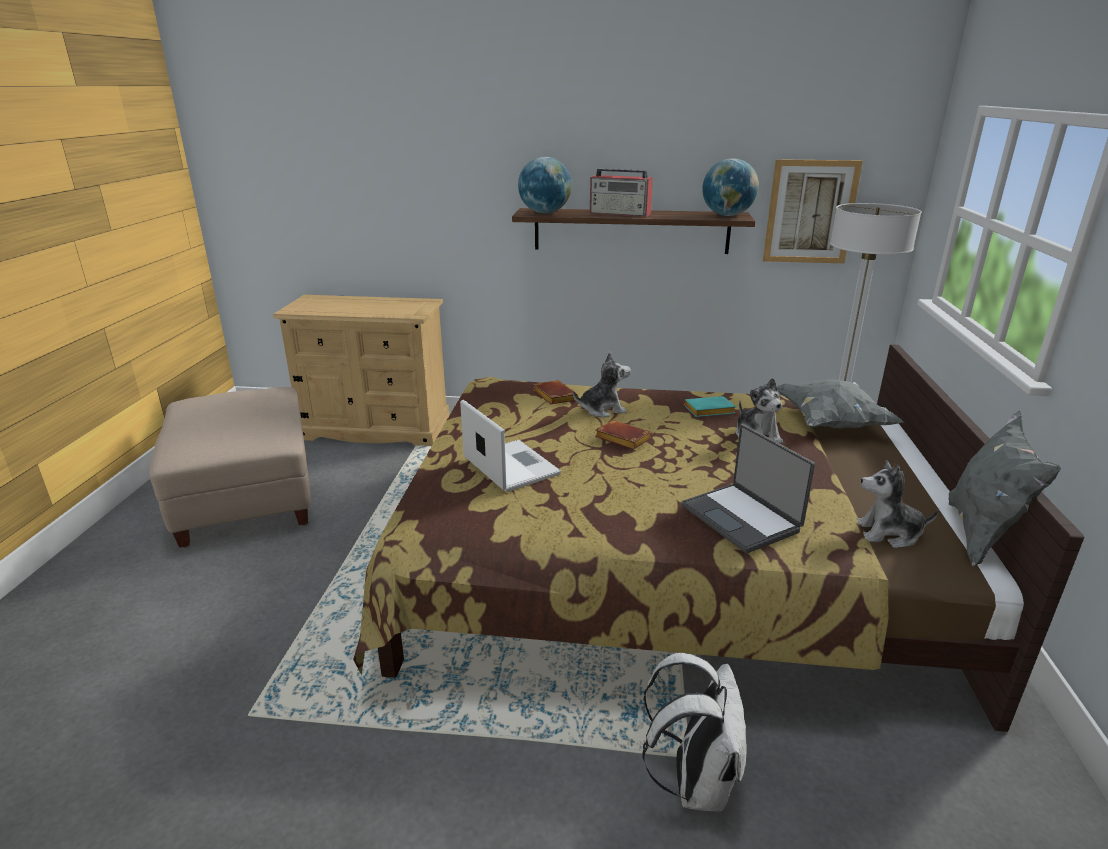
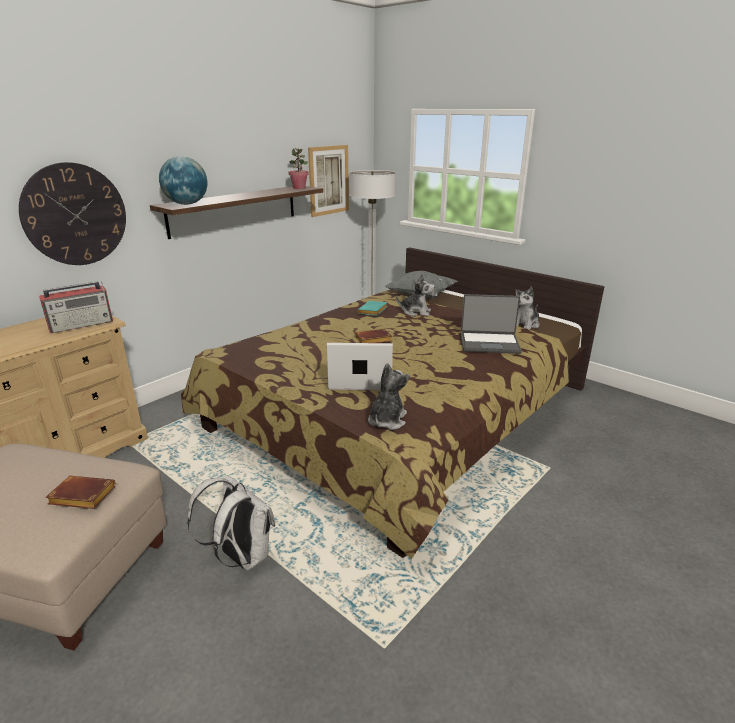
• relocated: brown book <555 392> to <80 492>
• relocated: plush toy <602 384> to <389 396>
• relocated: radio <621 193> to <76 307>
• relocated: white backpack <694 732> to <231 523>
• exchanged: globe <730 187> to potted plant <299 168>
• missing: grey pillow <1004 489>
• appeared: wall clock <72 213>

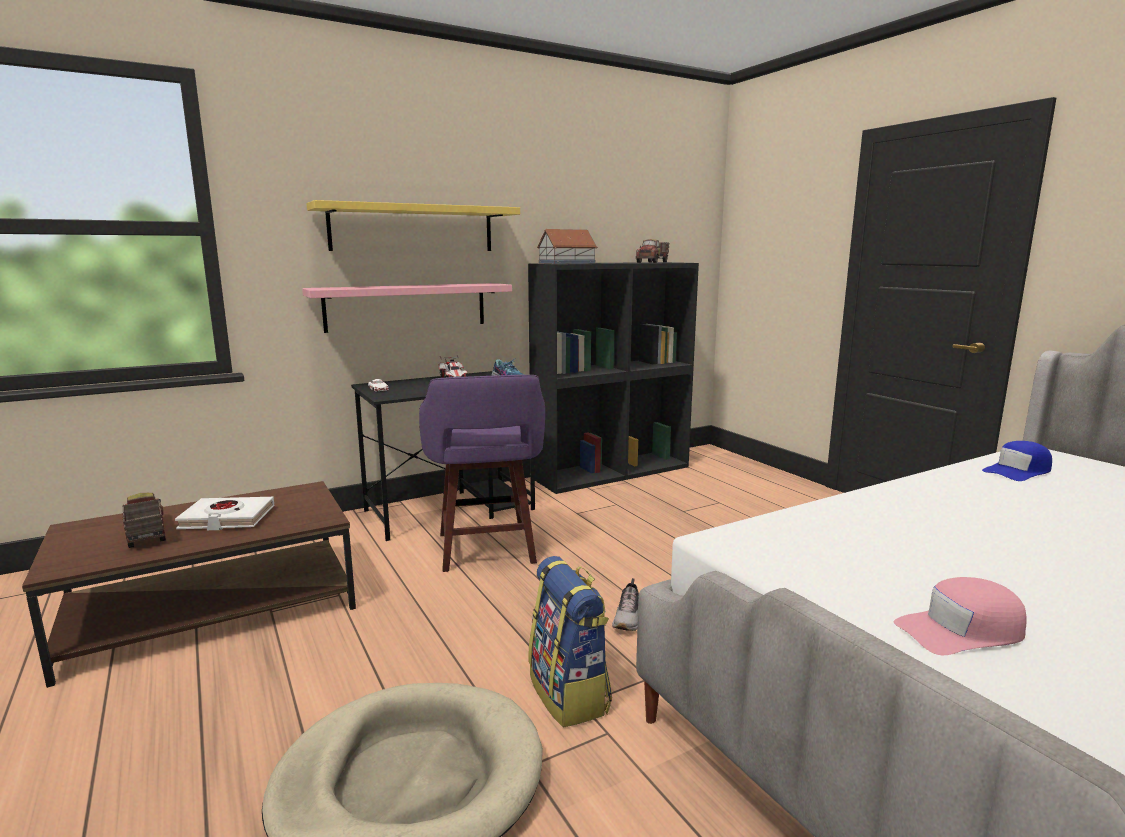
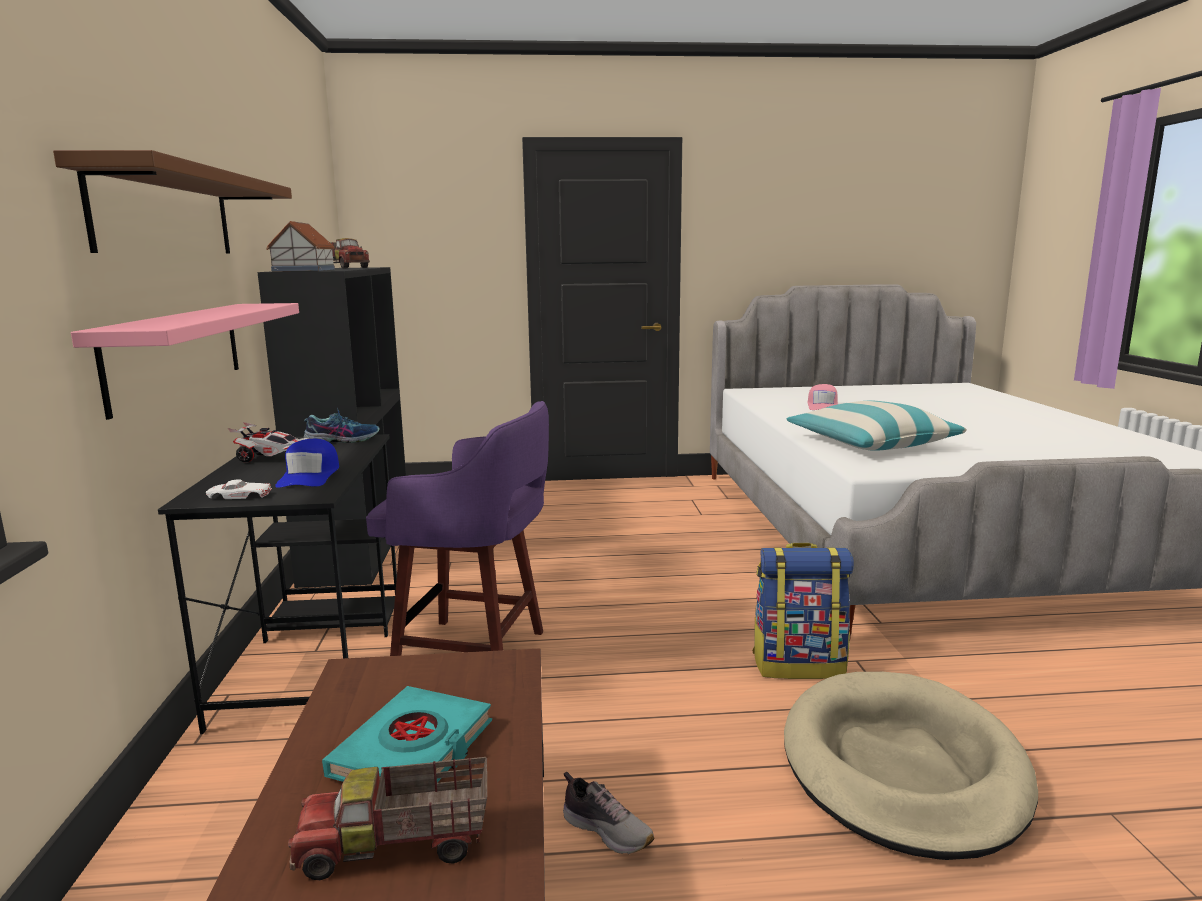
• colour: white book <224 513> to turquoise book <407 734>
• colour: yellow shelf <413 225> to brown shelf <172 201>
• relocated: shoe <625 604> to <608 812>
• relocated: pink cap <960 616> to <822 397>
• relocated: blue cap <1017 461> to <307 463>
• appeared: pillow <876 426>

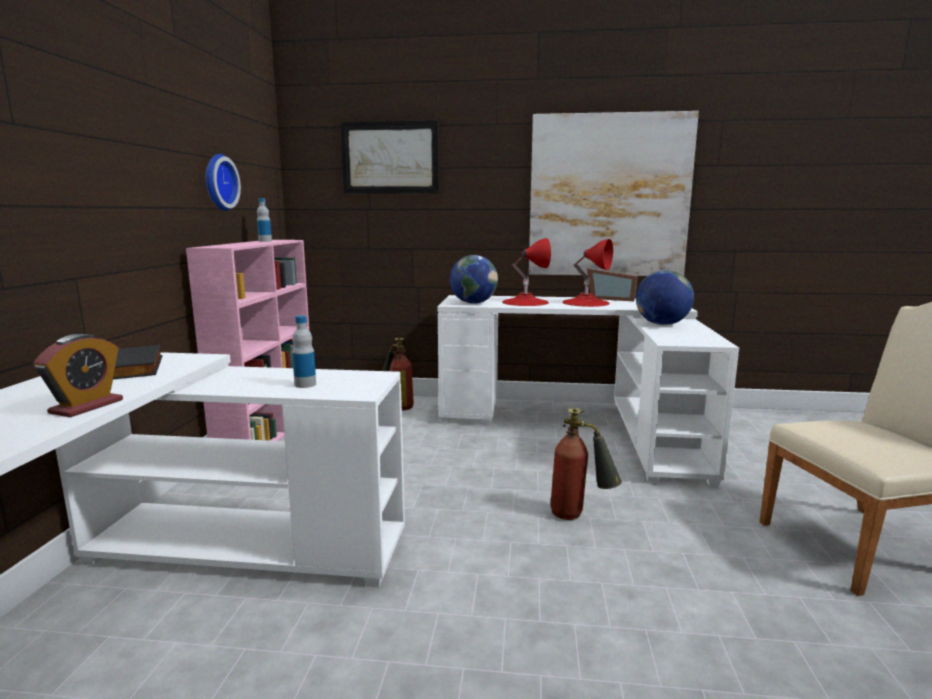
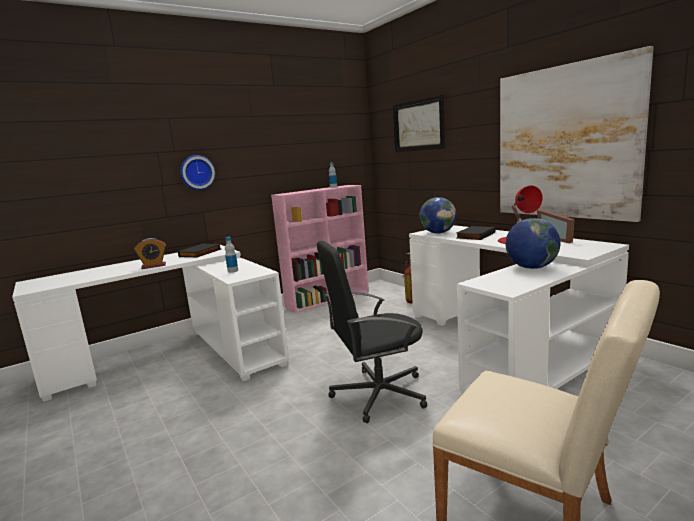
• relocated: wall clock <223 182> to <197 172>
• exchanged: red table lamp <526 272> to black book <476 233>
• exchanged: fire extinguisher <586 464> to black office chair <372 332>

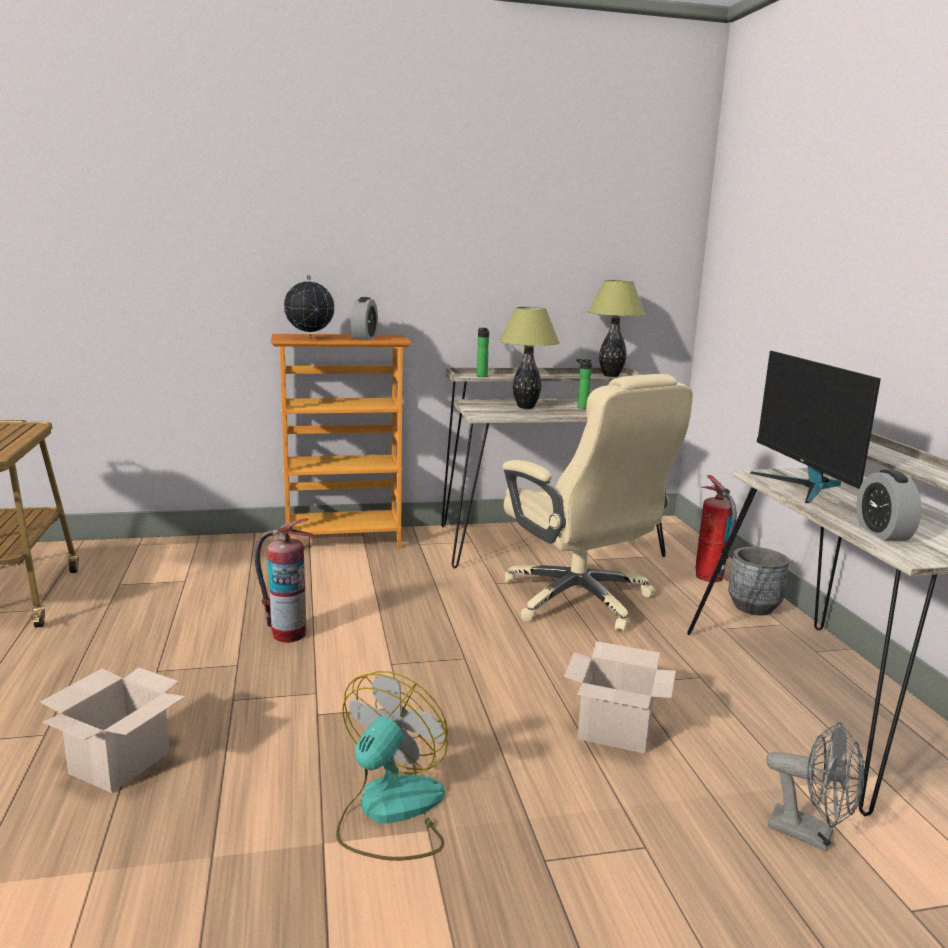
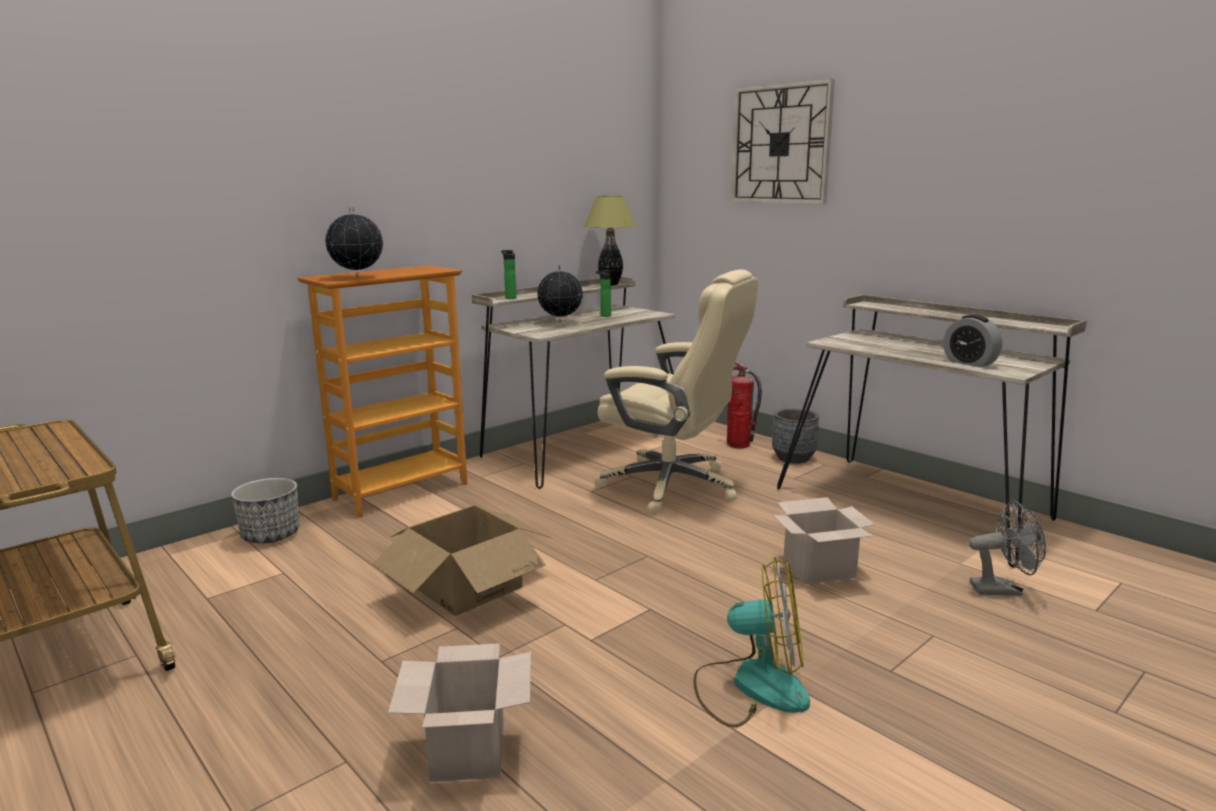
• exchanged: fire extinguisher <285 580> to cardboard box <462 560>
• spun: fan <392 766> = <752 642> 105 degrees clockwise
• missing: alarm clock <364 318>
• exchanged: table lamp <529 358> to globe <560 294>
• missing: monitor <815 427>
• appeared: planter <265 511>
• appeared: wall clock <783 141>

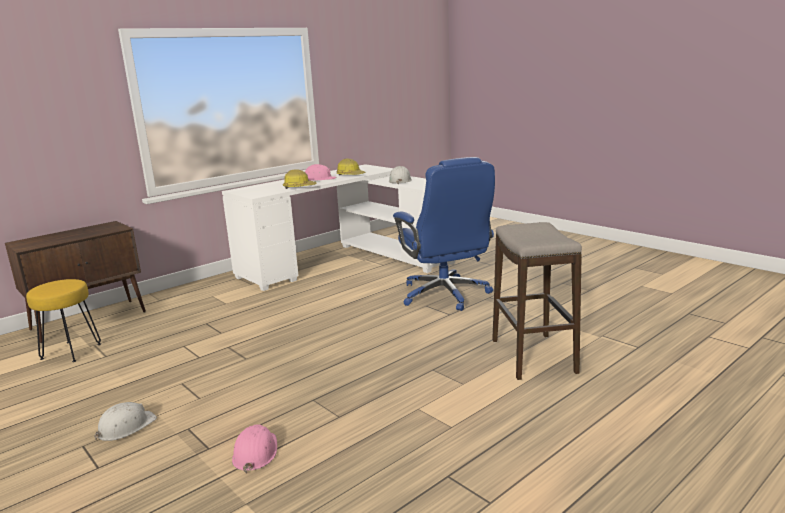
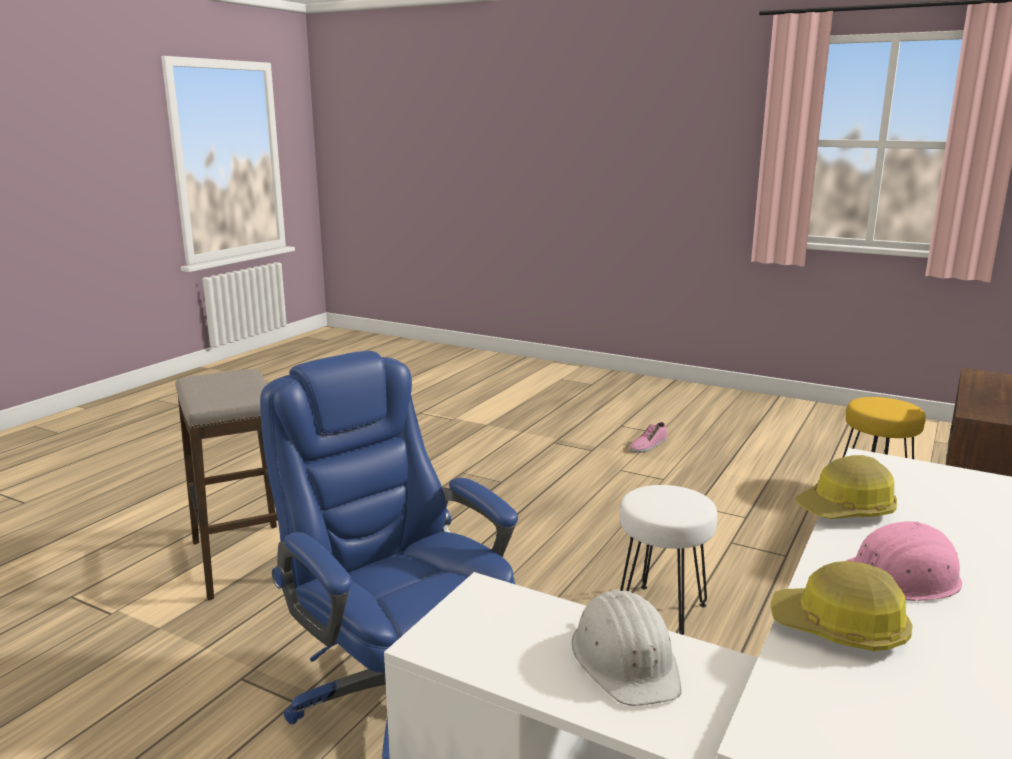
• exchanged: white hard hat <125 421> to shoe <648 437>
• missing: pink hard hat <254 449>
• appeared: white stool <669 560>

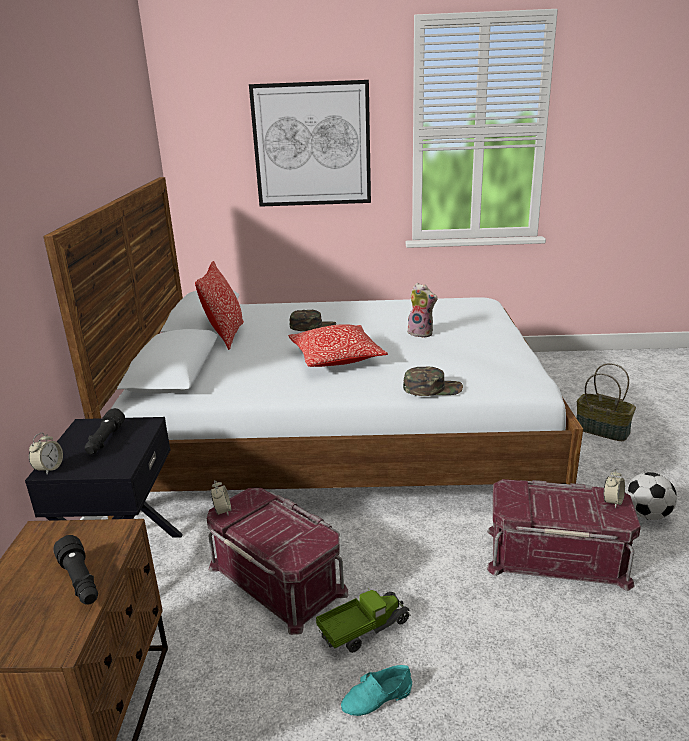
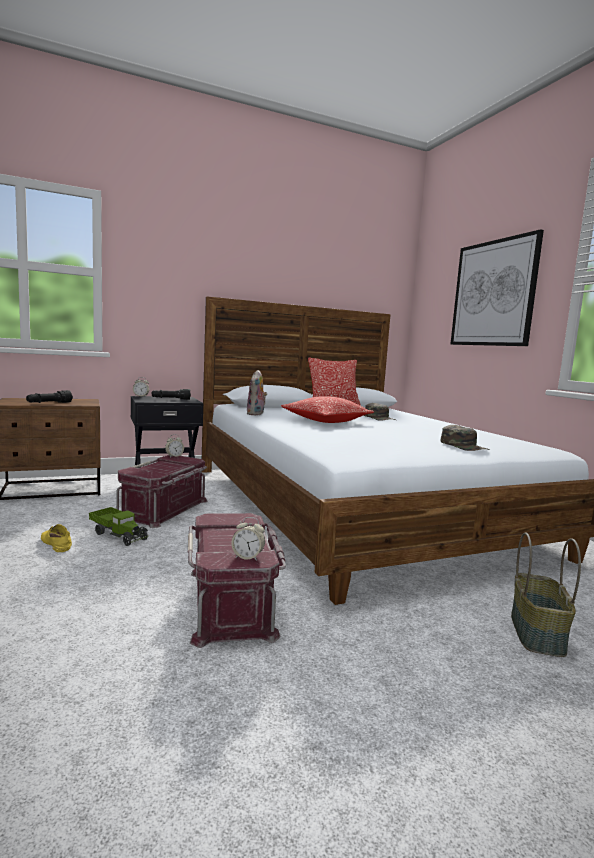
• colour: turquoise shoe <376 690> to yellow shoe <56 538>
• relocated: green cap <433 381> to <465 438>
• relocated: plush toy <422 310> to <256 392>
• missing: football <651 496>

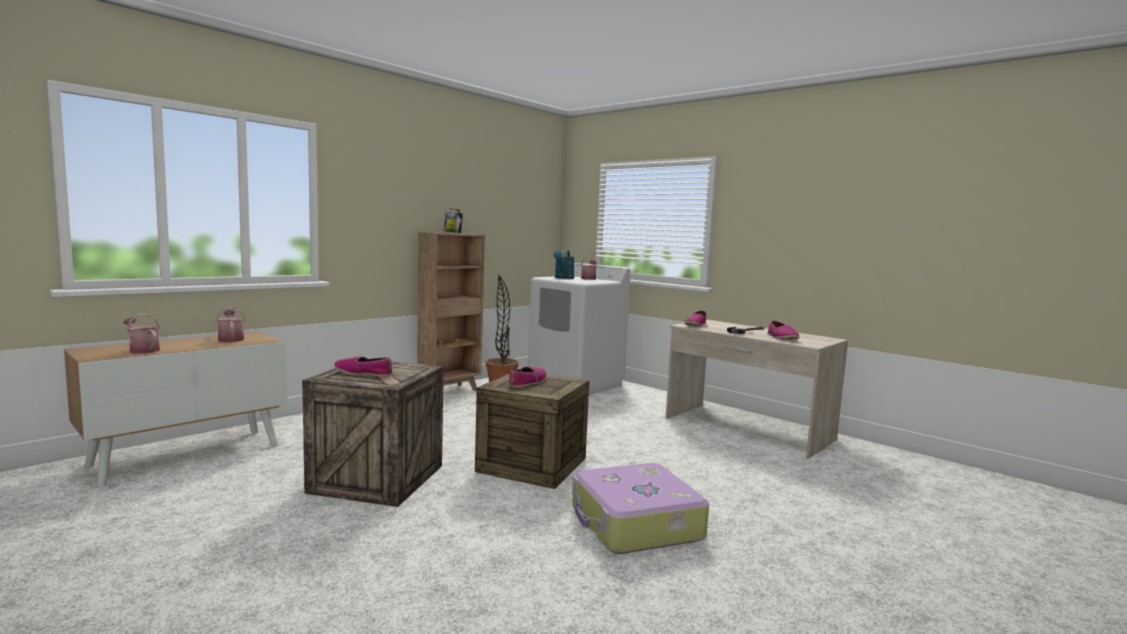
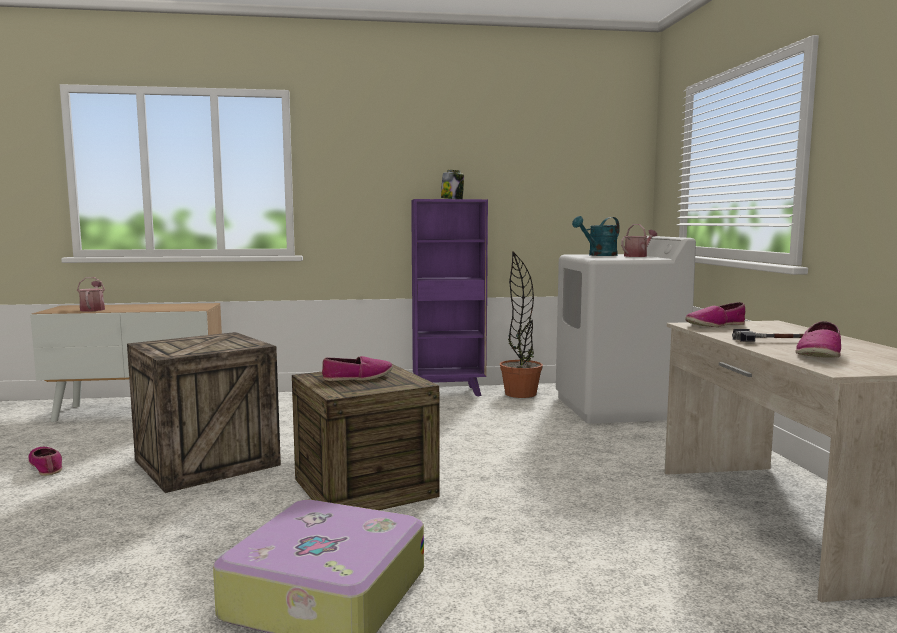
• missing: watering can <230 324>
• relocated: shoe <363 367> to <45 461>
• colour: brown bookcase <451 311> to purple bookcase <449 297>

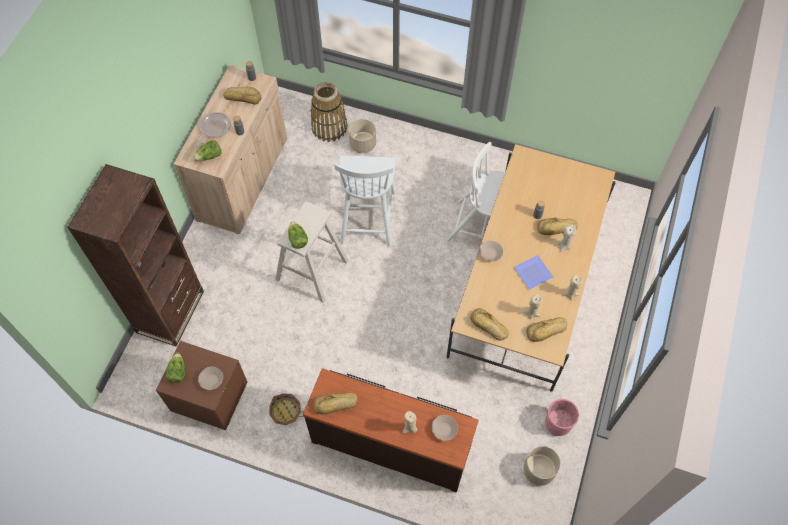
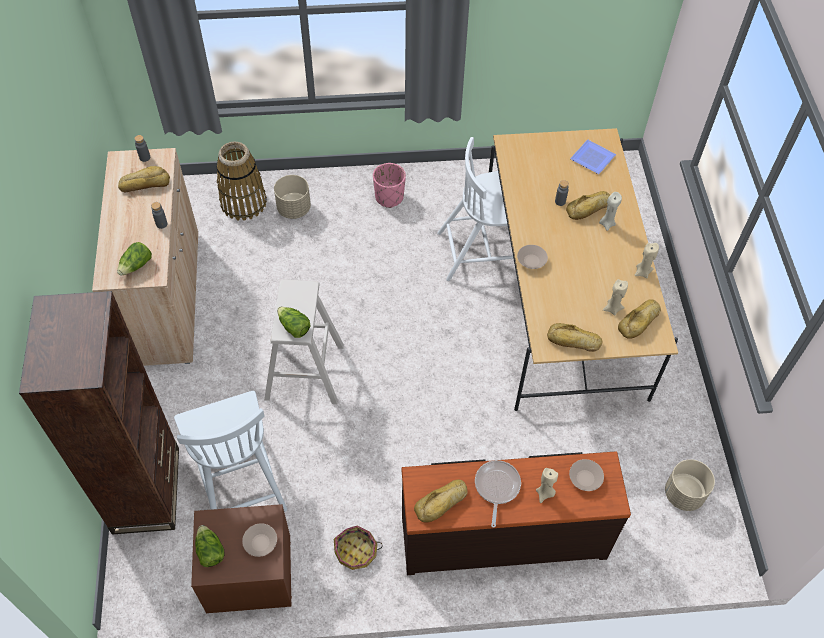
• relocated: frying pan <213 129> to <498 494>
• relocated: white chair <365 201> to <230 451>
• relocated: plate <534 272> to <593 157>
• relocated: pink planter <562 417> to <389 185>

